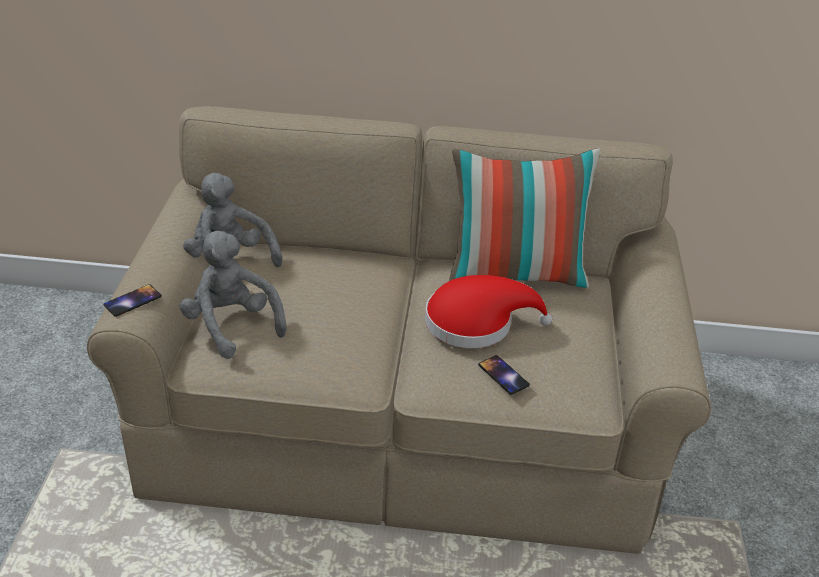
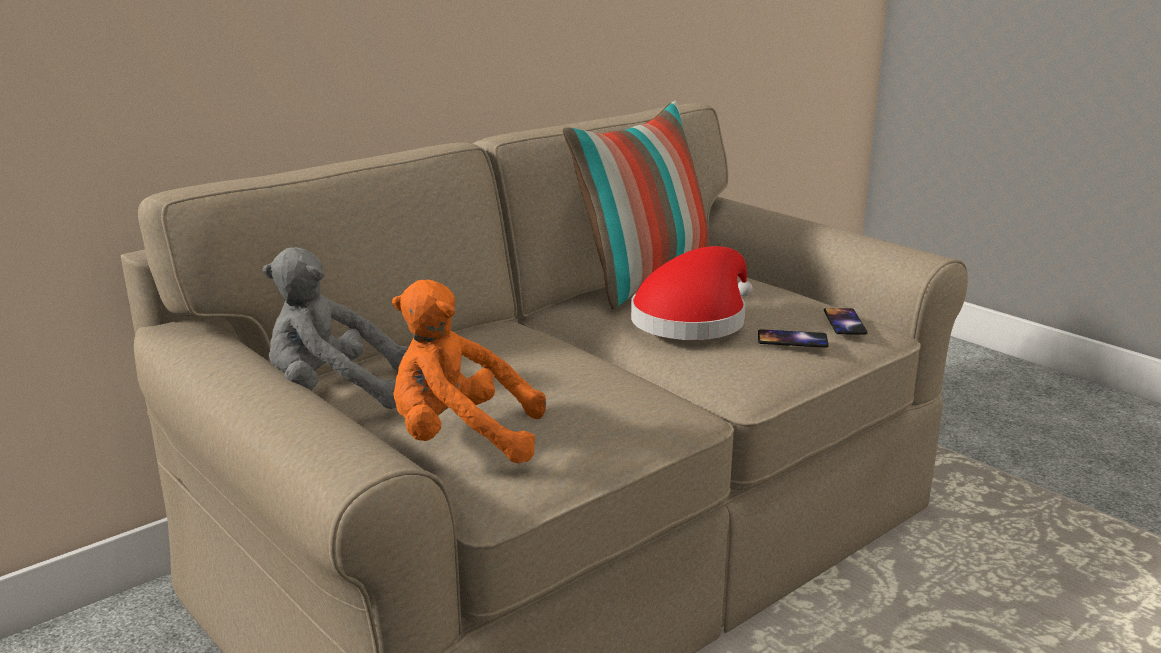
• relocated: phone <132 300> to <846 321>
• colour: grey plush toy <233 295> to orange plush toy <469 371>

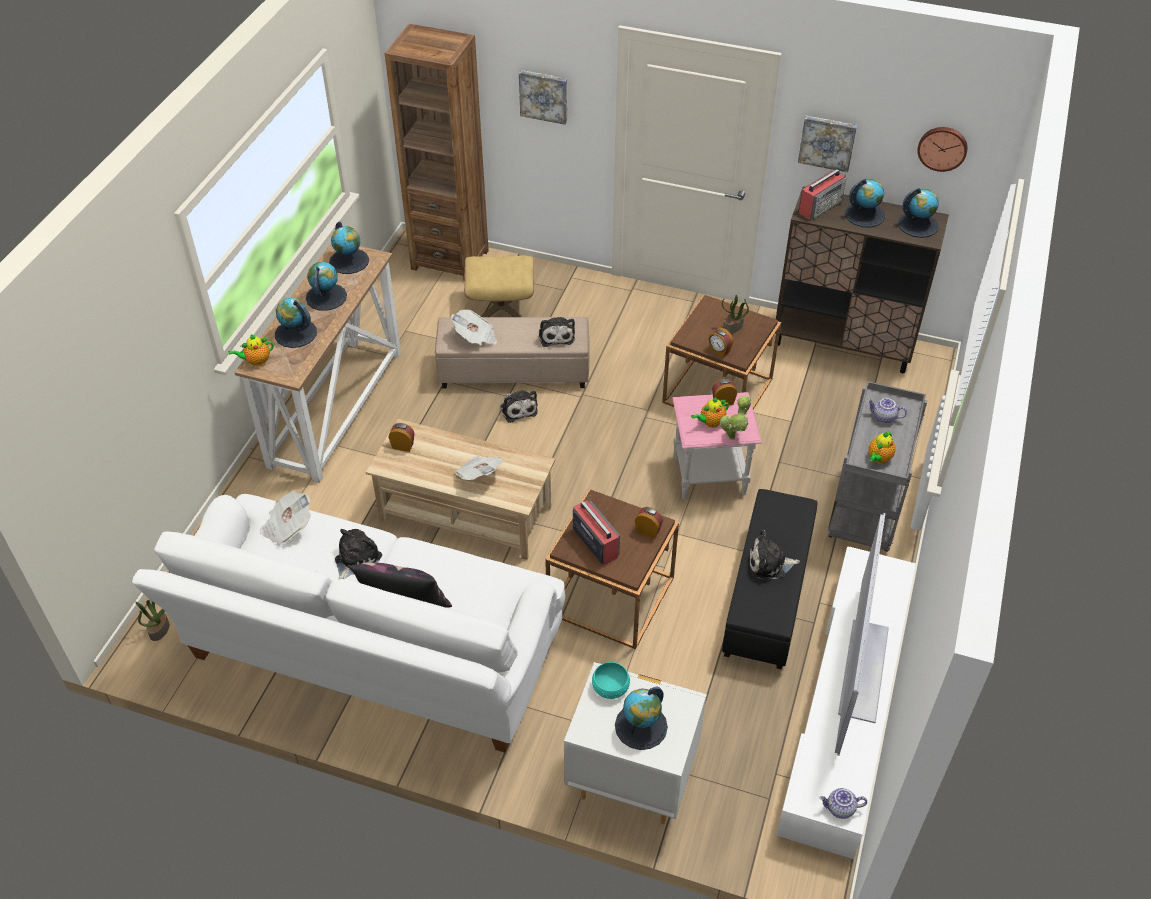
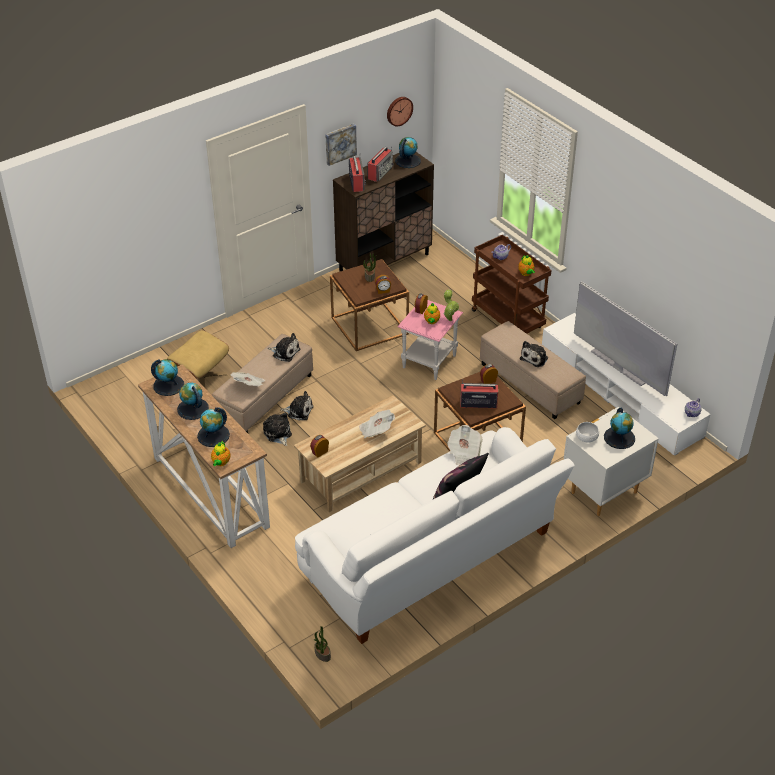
• relocated: newspaper <285 518> to <465 445>
• relocated: plush toy <358 554> to <277 429>
• missing: brown bookcase <437 151>
• missing: picture <543 97>
• colour: turquoise bowl <611 680> to white bowl <587 432>
• colour: black ottoman <770 579> to beige ottoman <533 370>
• colour: grey cart <878 466> to brown cart <511 284>
• exchanged: globe <865 203> to radio <380 164>

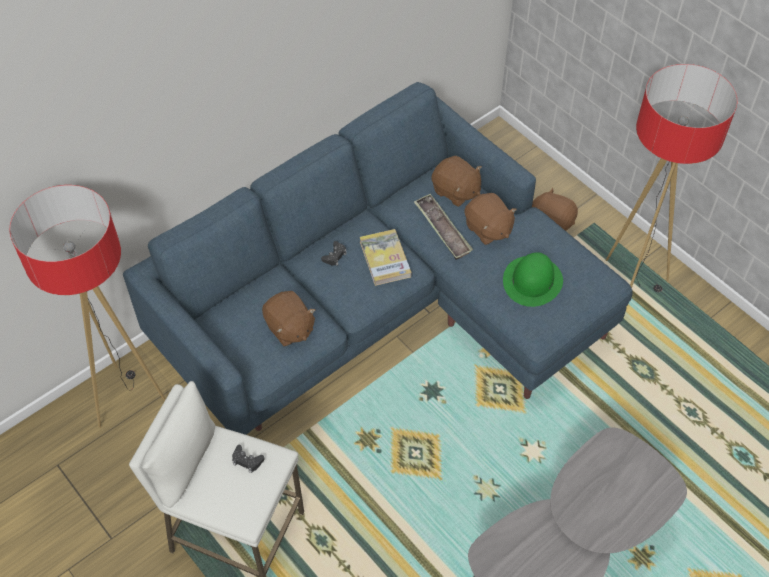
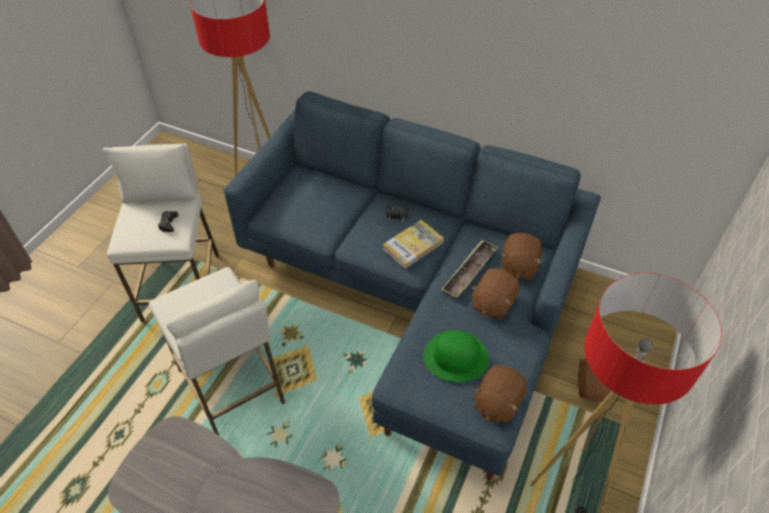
• relocated: brown plush toy <289 318> to <500 394>
• appeared: white stool <217 351>

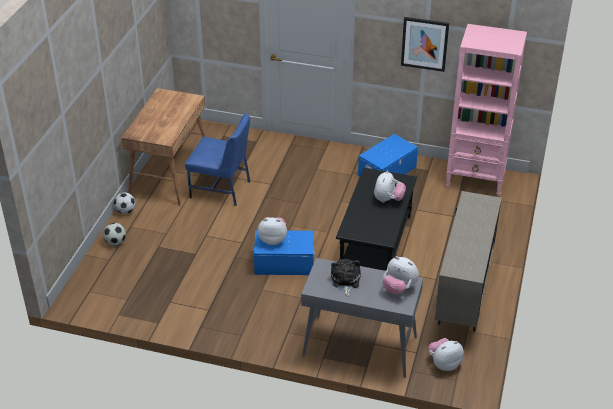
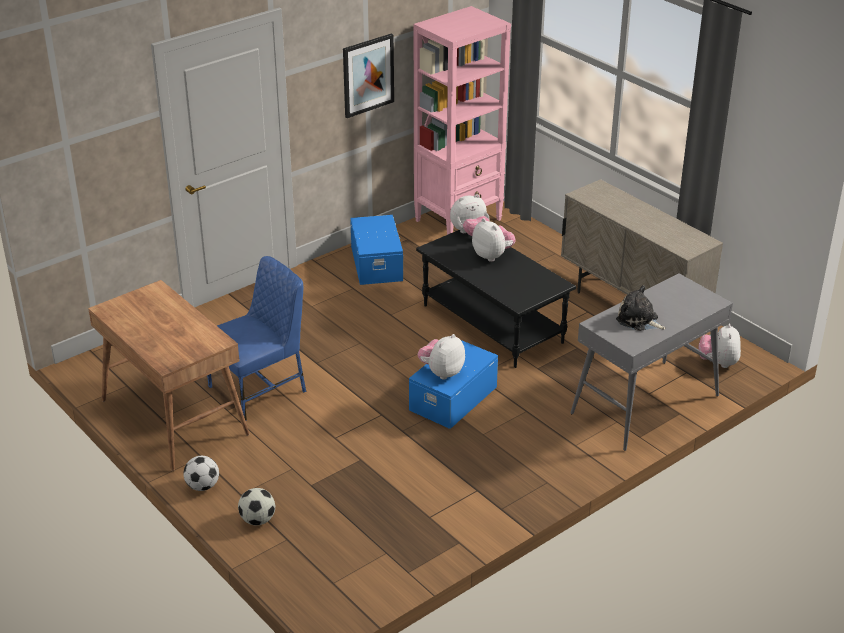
• relocated: plush toy <401 275> to <469 215>

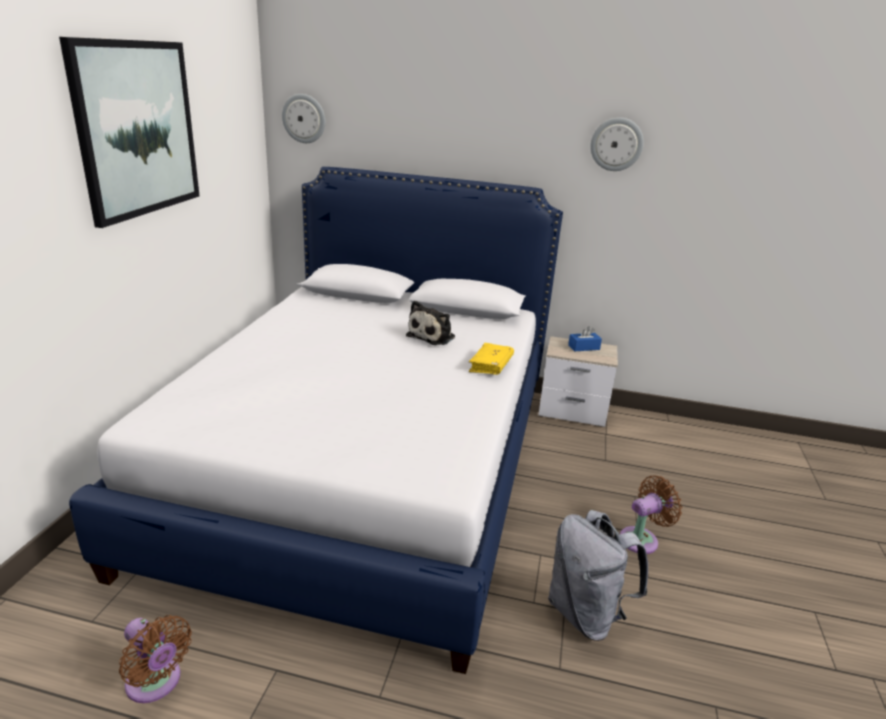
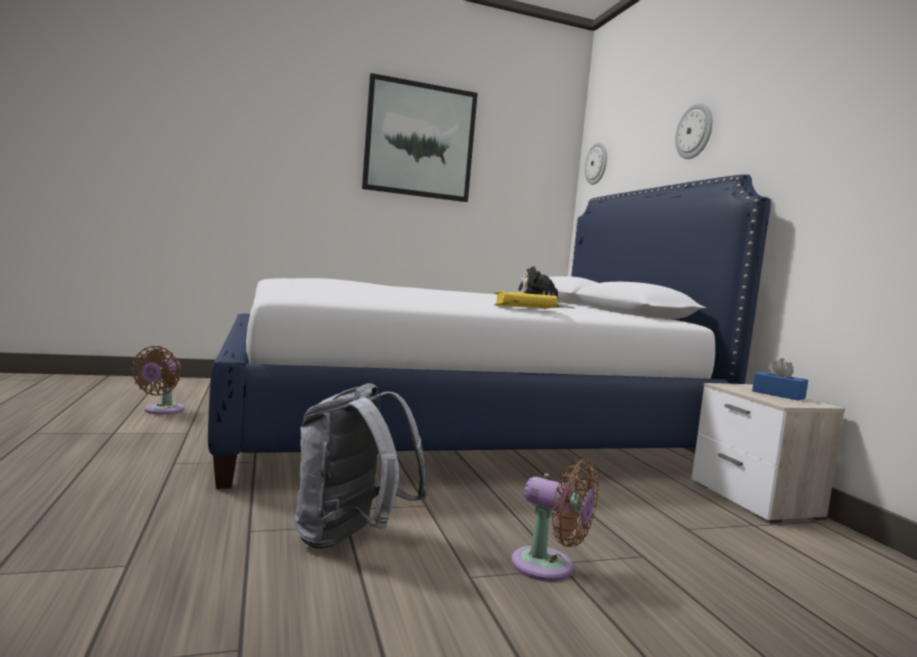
• relocated: wall clock <617 144> to <694 131>

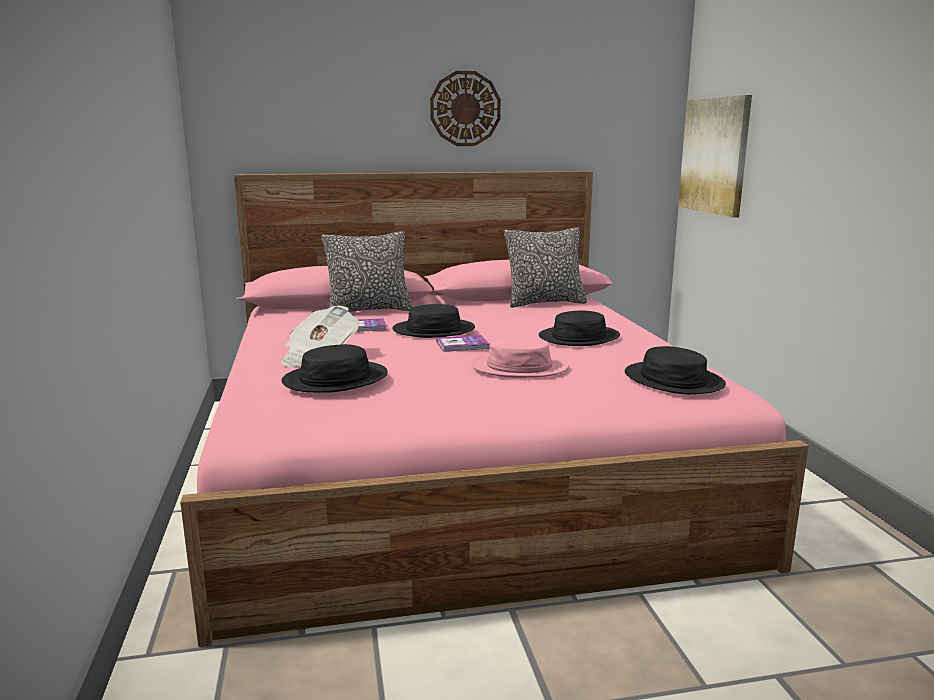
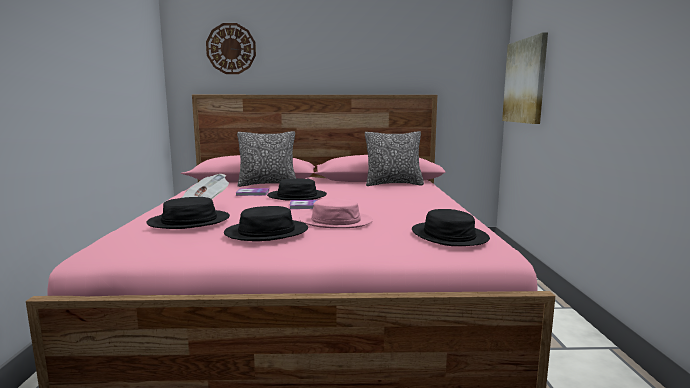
• relocated: wall clock <465 108> to <231 48>
• relocated: black hat <579 328> to <266 223>

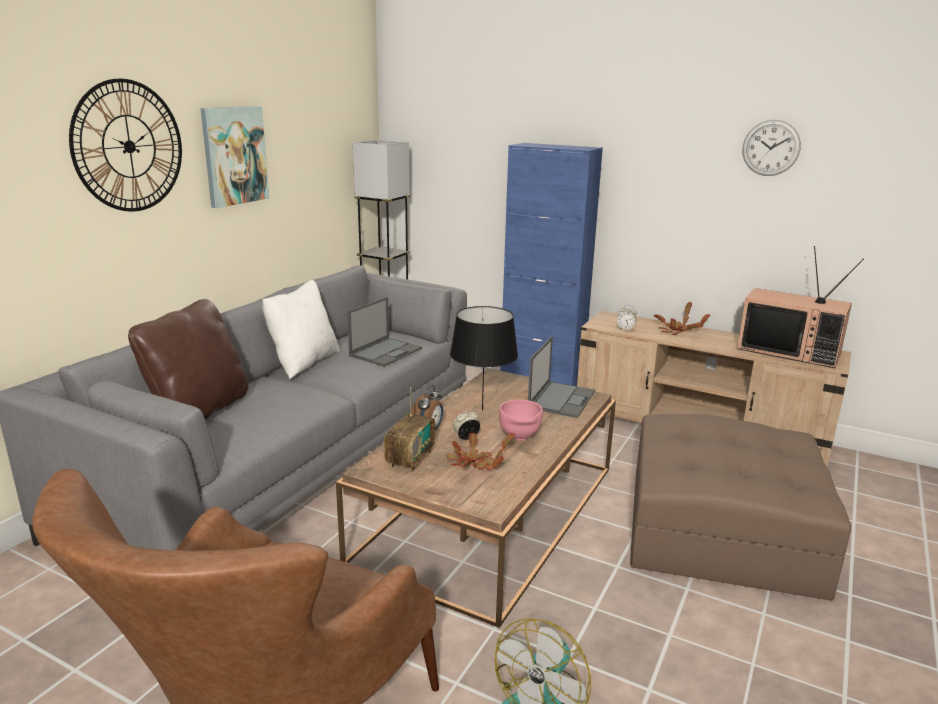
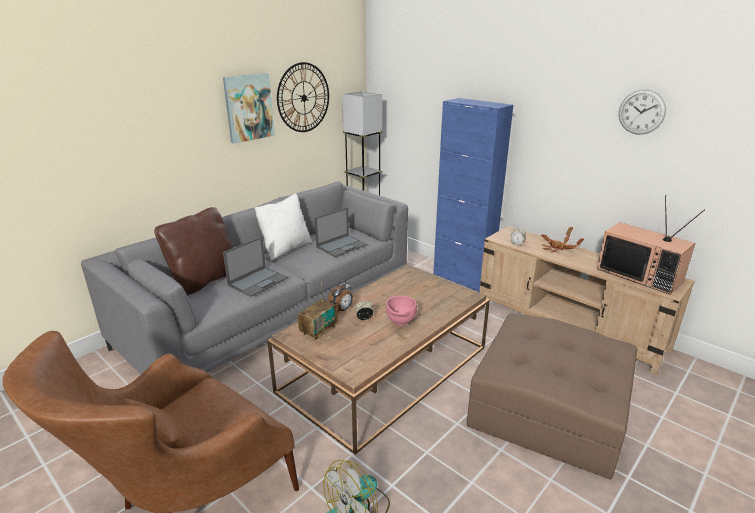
• relocated: wall clock <125 145> to <303 97>
• missing: potted plant <481 451>
• missing: black table lamp <484 358>
• relocated: laptop <561 377> to <255 266>

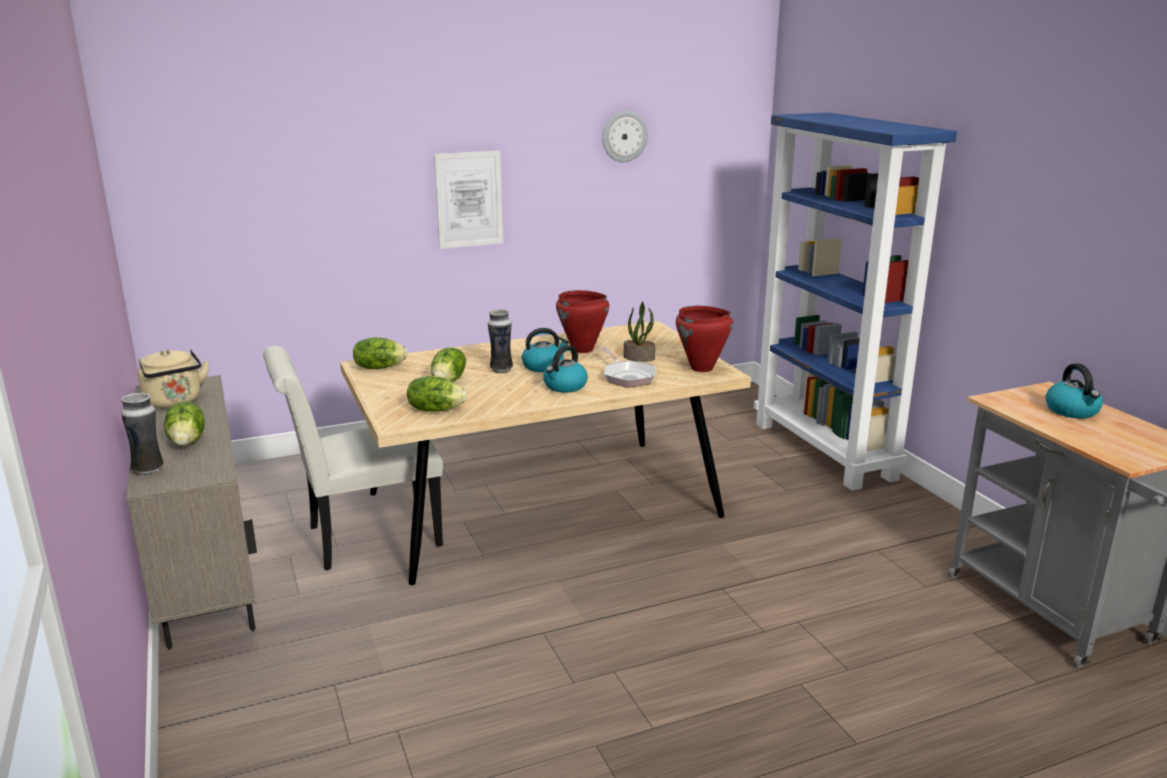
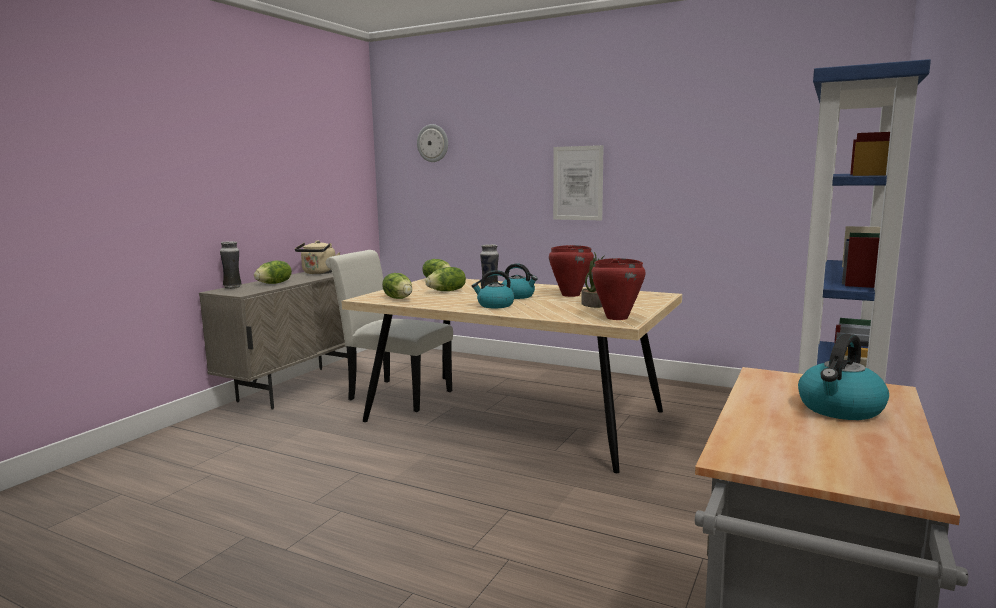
• missing: frying pan <628 367>
• relocated: wall clock <625 136> to <432 143>

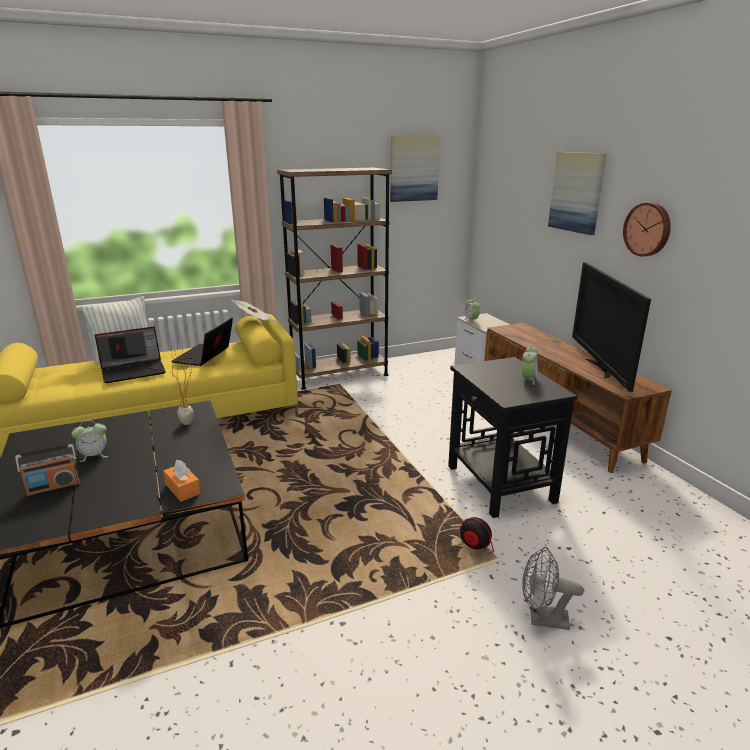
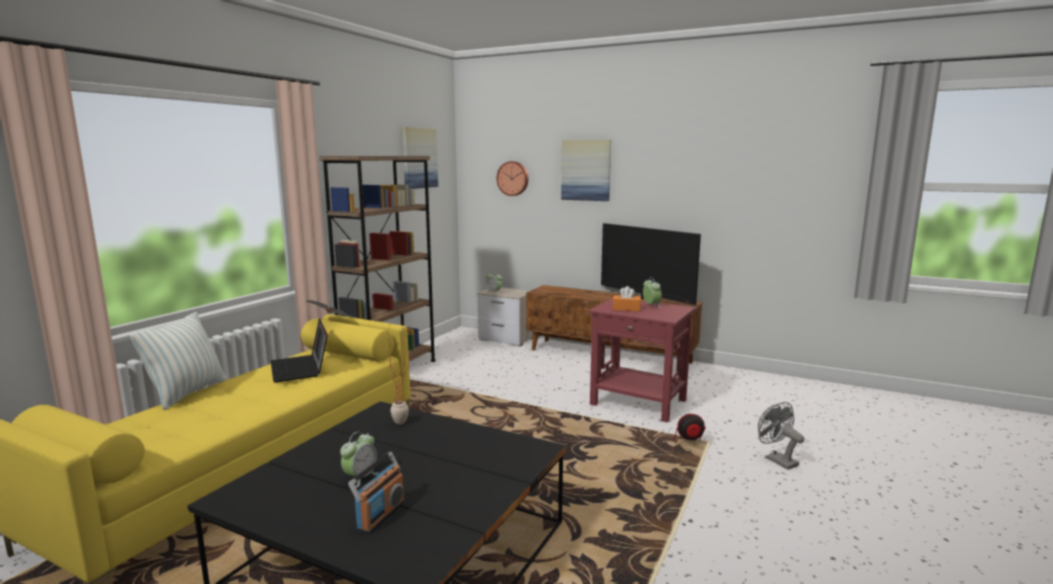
• missing: laptop <130 355>
• relocated: orange tissue box <182 481> to <627 298>
• colour: black side table <513 437> to red side table <642 360>
• spun: grey fan <553 588> = <781 436> 90 degrees clockwise
• relocated: wall clock <647 229> to <512 178>

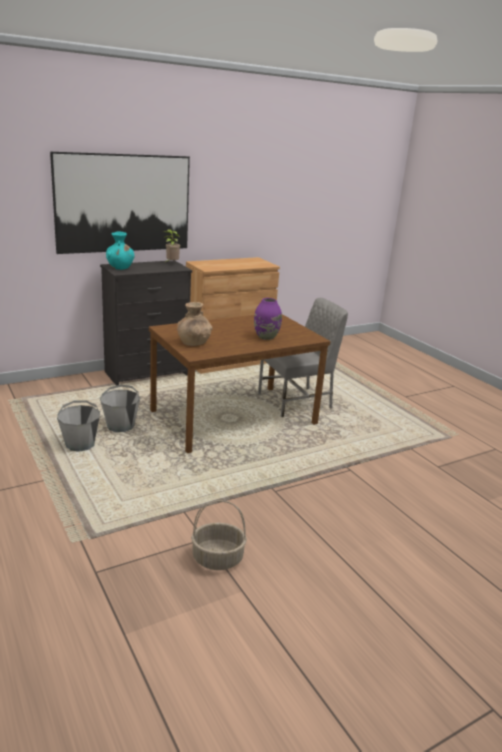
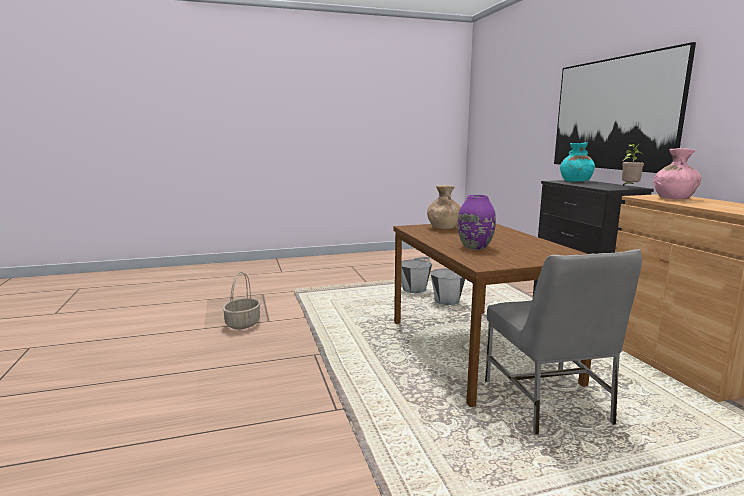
• appeared: pink vase <677 173>

